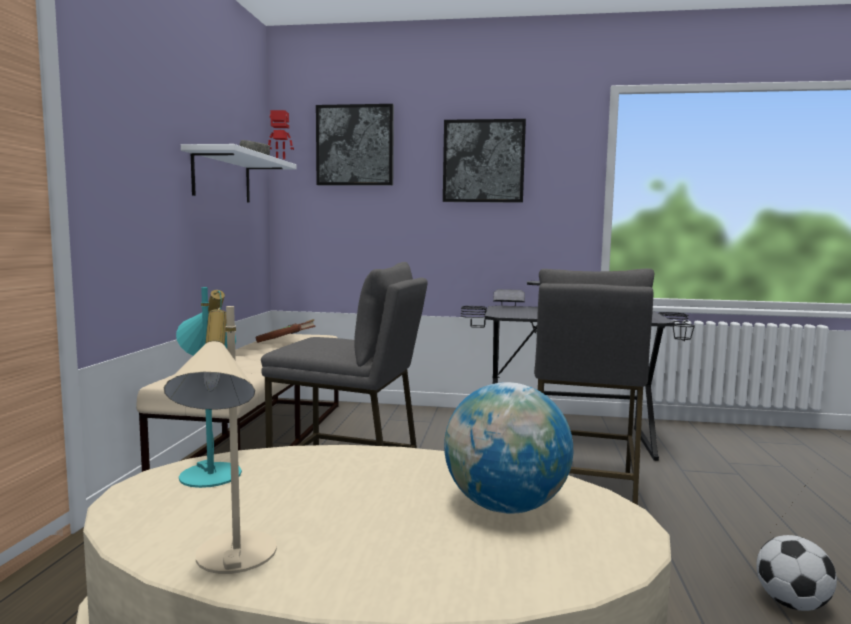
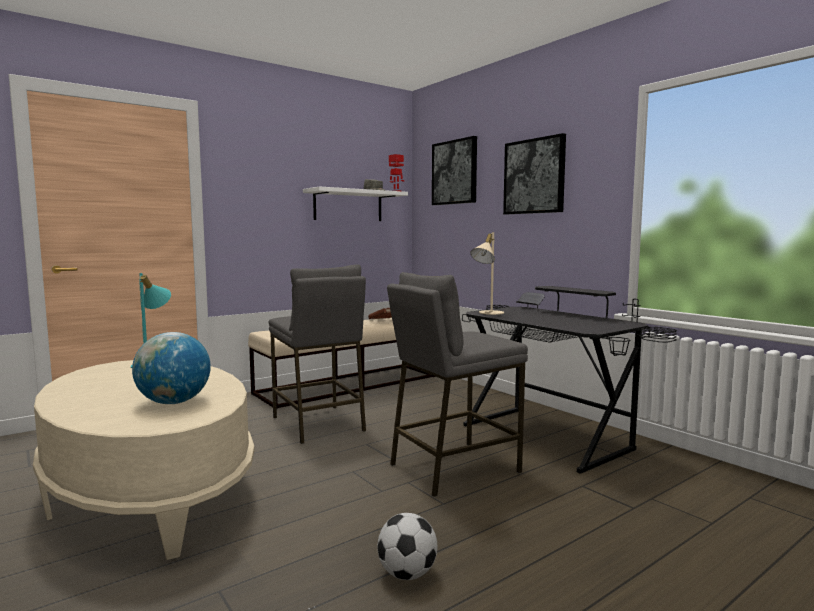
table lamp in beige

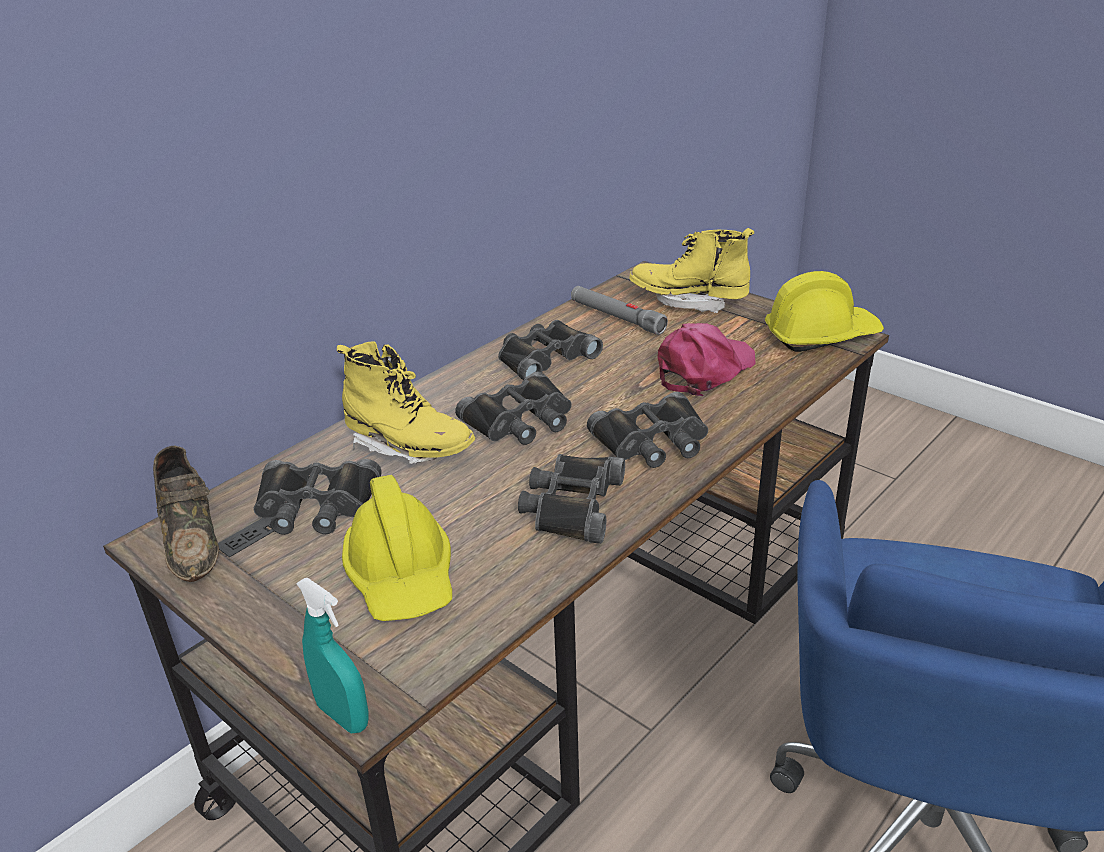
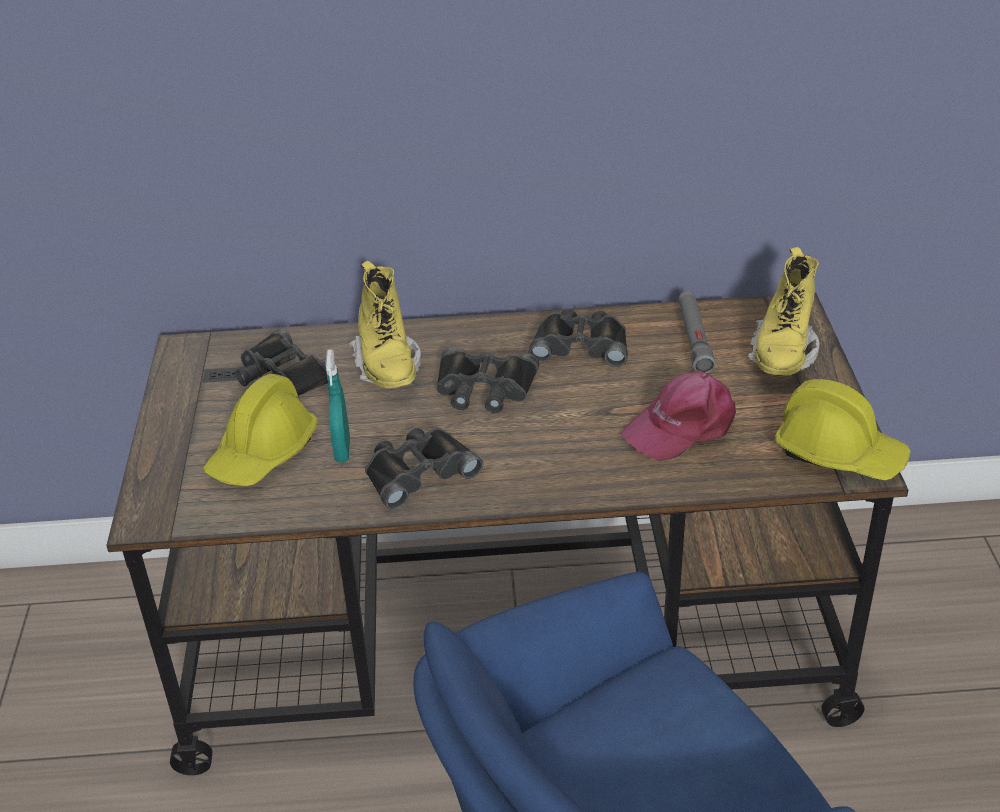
shoe in brown; spray bottle in turquoise; binoculars in black (5th from left in the first image); boot in yellow (2nd from left); cap in pink

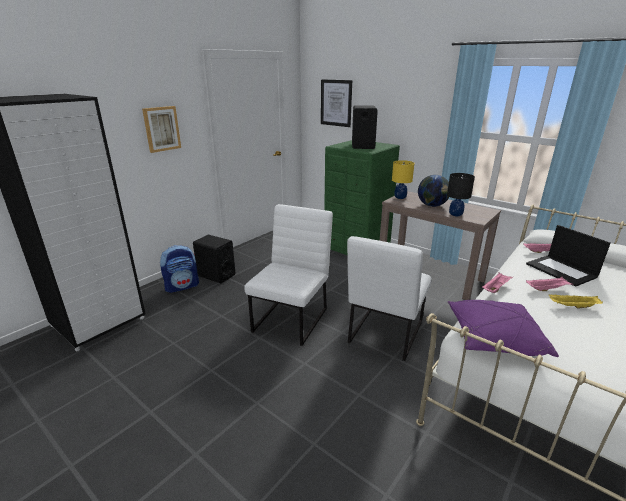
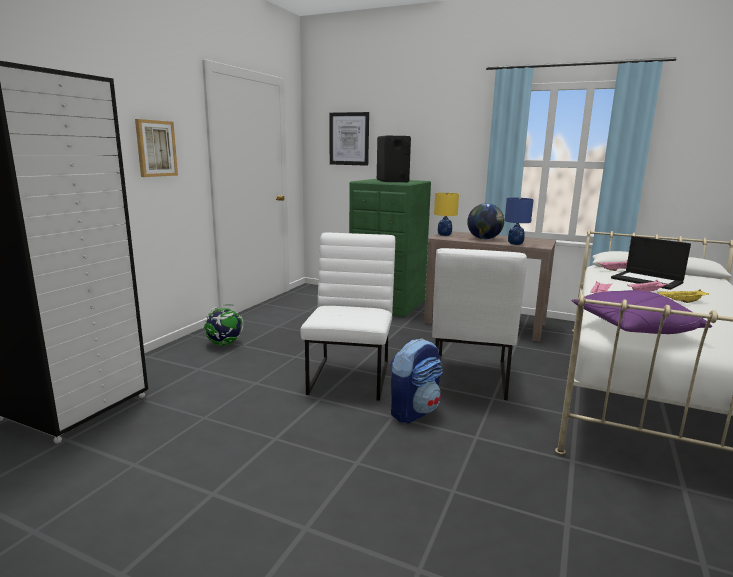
backpack; globe (1st from left); table lamp in blue

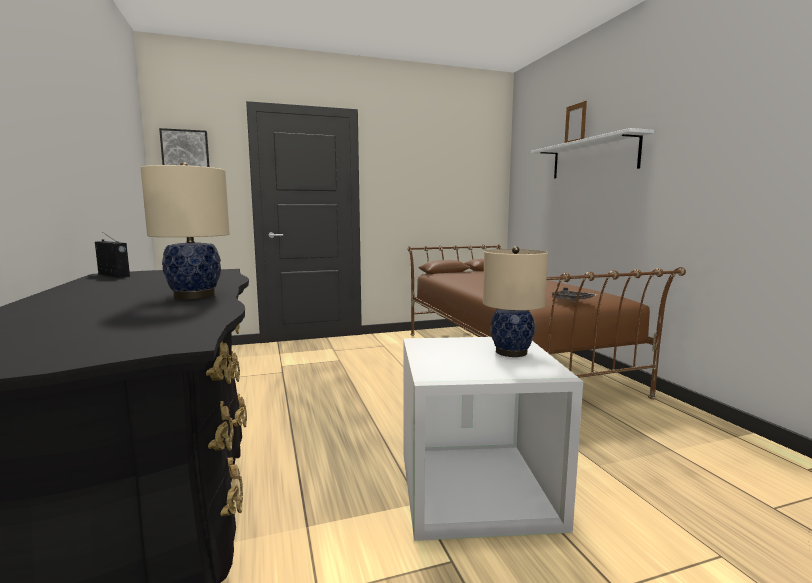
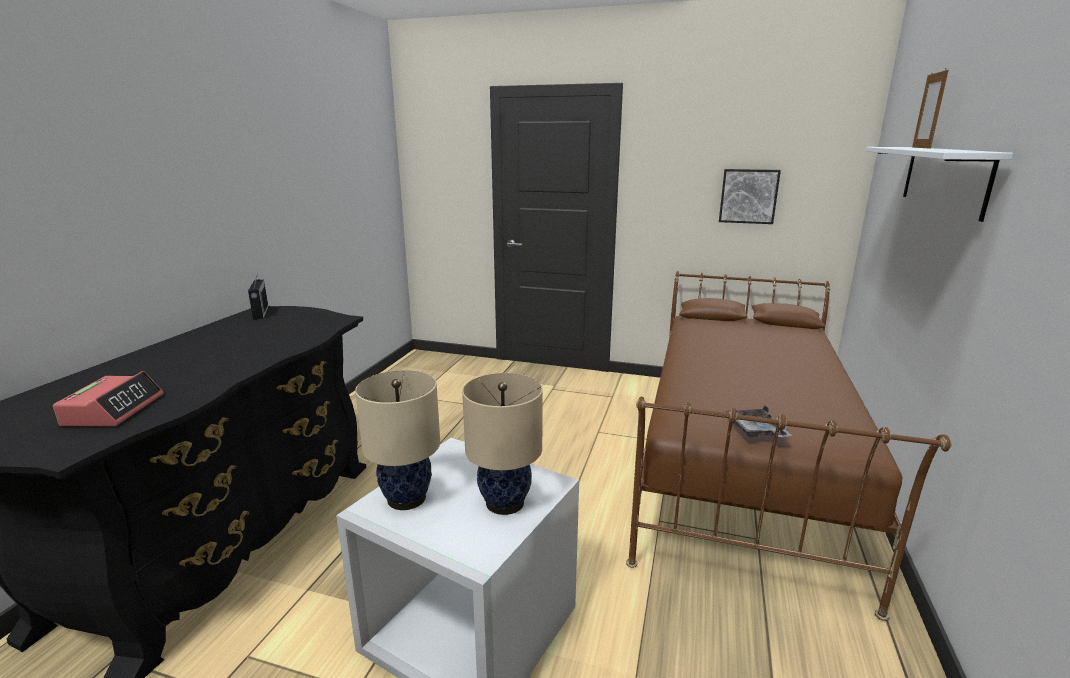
table lamp in beige (1st from left); picture; alarm clock

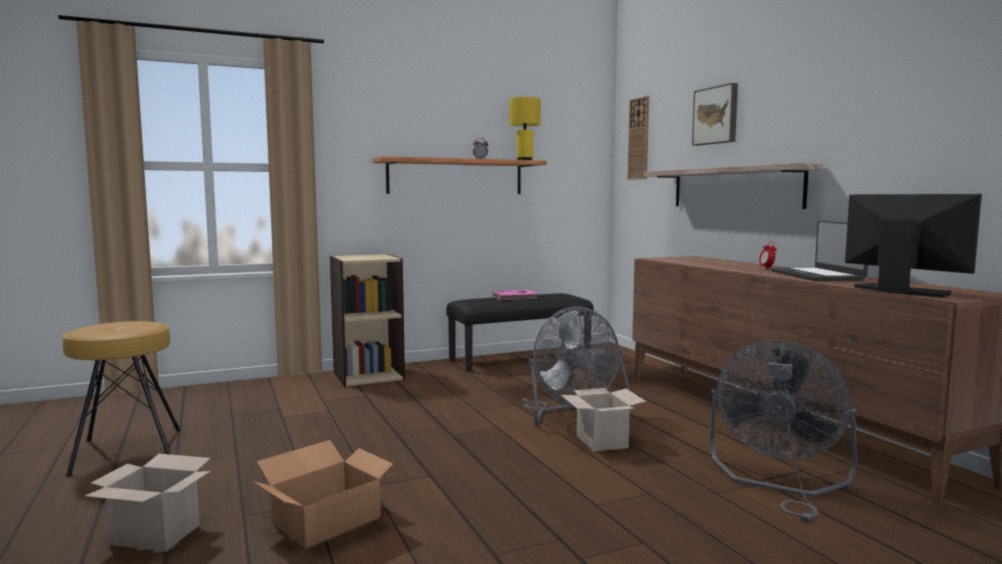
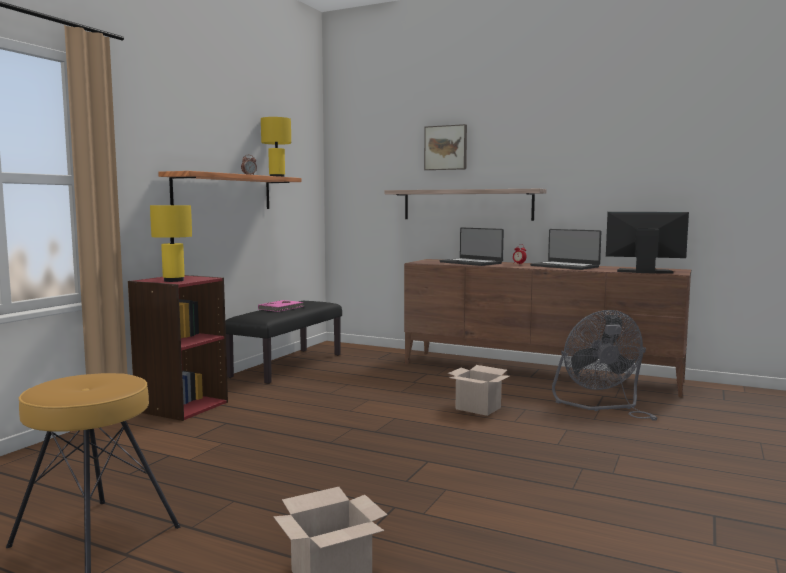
cardboard box (2nd from left in the first image); bookcase in red; fan in grey (1st from left in the first image); wall clock; table lamp in yellow (1st from left); laptop (1st from left)

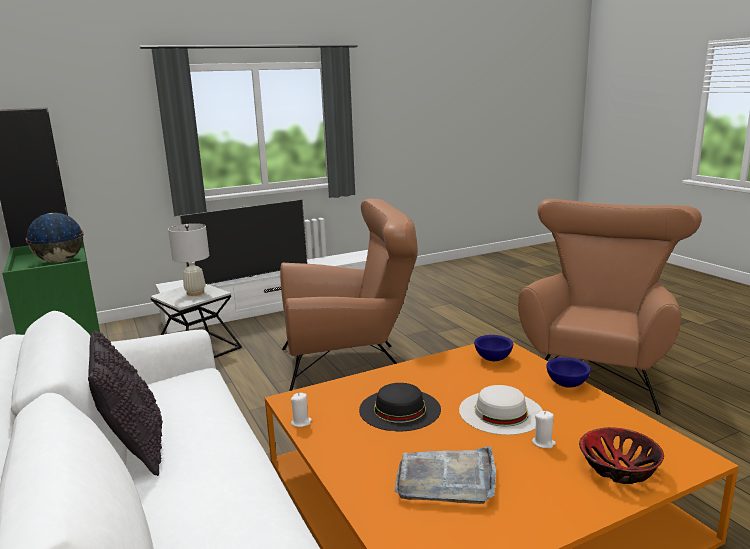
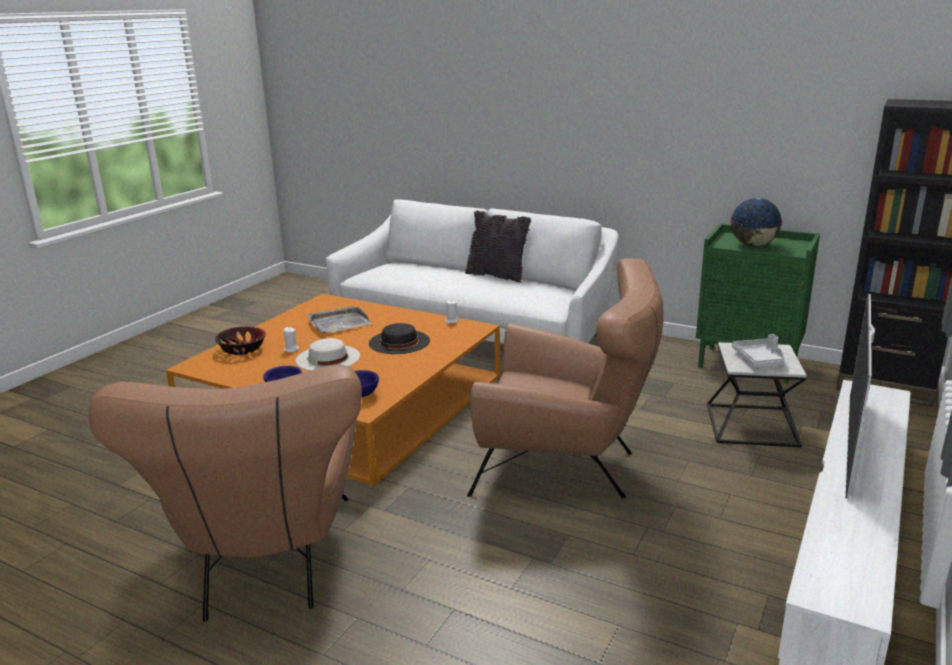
tray in grey (2nd from left); armchair in brown (2nd from left)

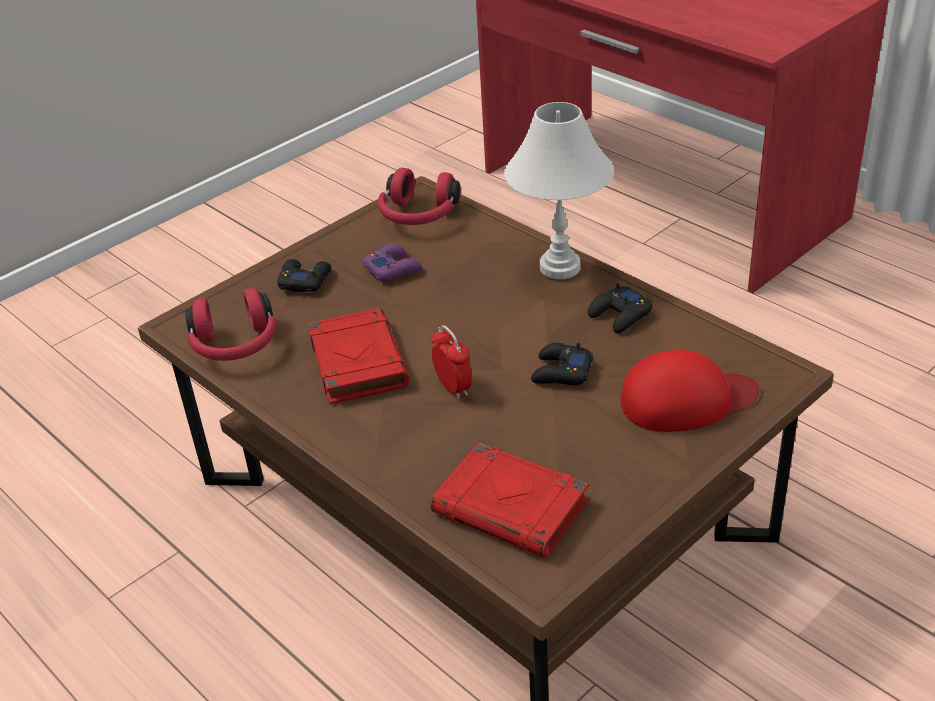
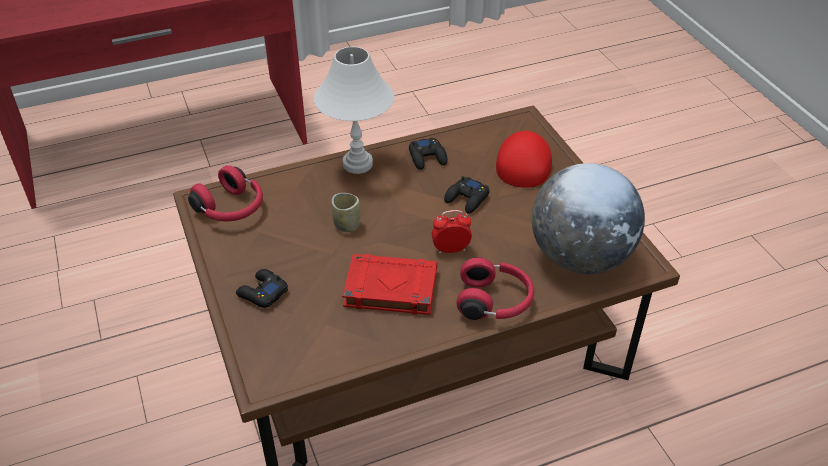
headphones in red (2nd from left); game controller in purple; globe; cup

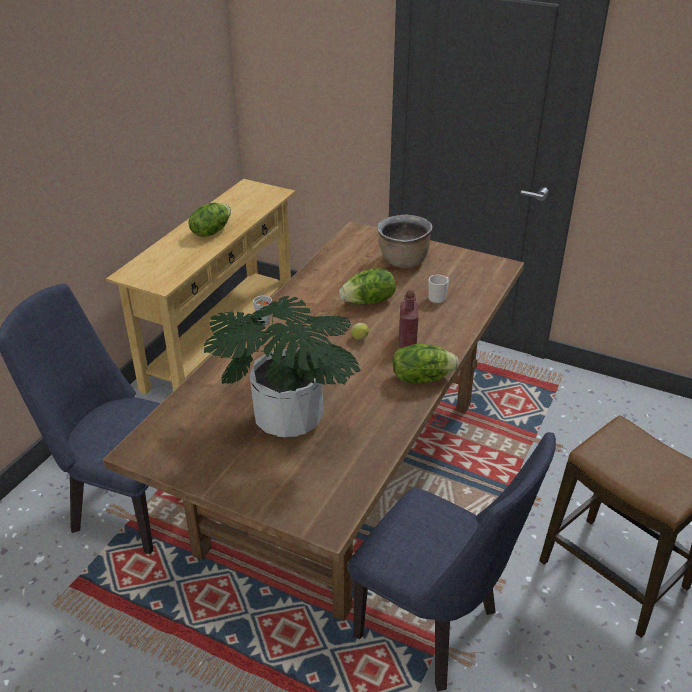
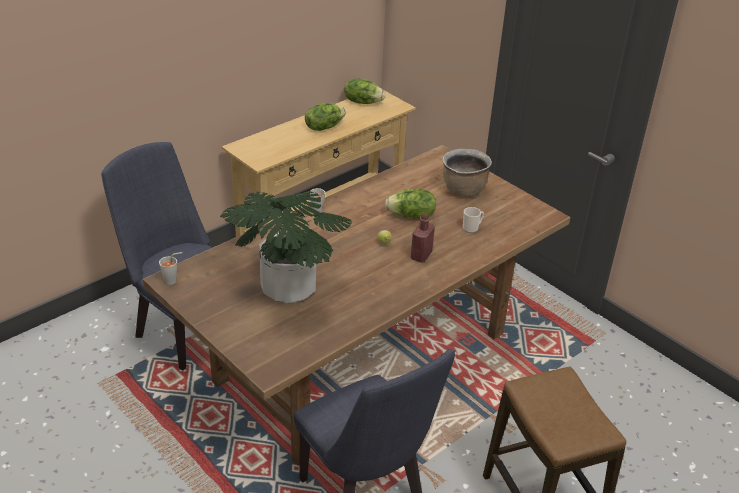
lettuce (2nd from left); cup in grey (1st from left)

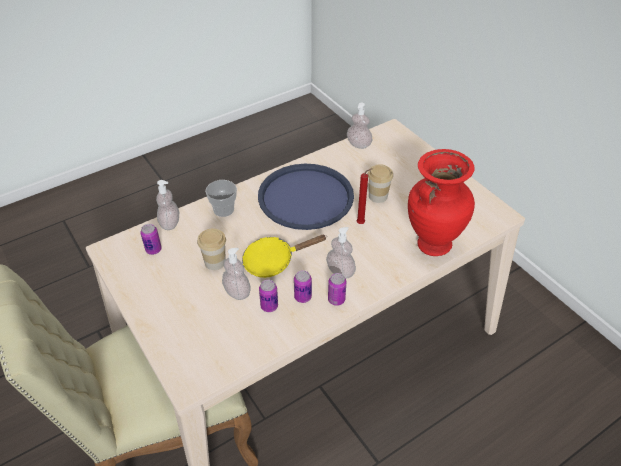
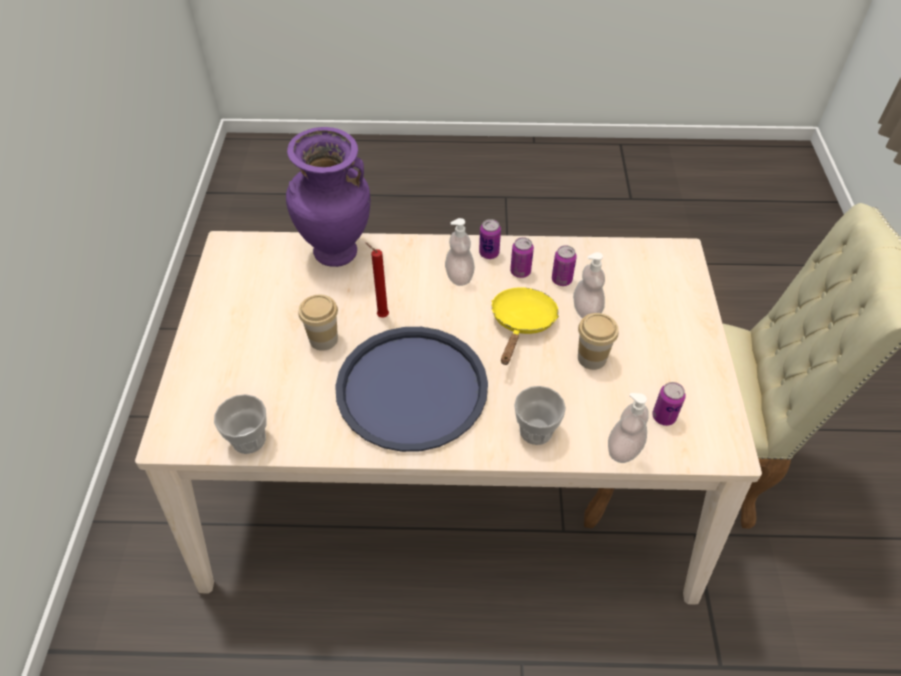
frying pan in yellow; cup (1st from left); vase in purple

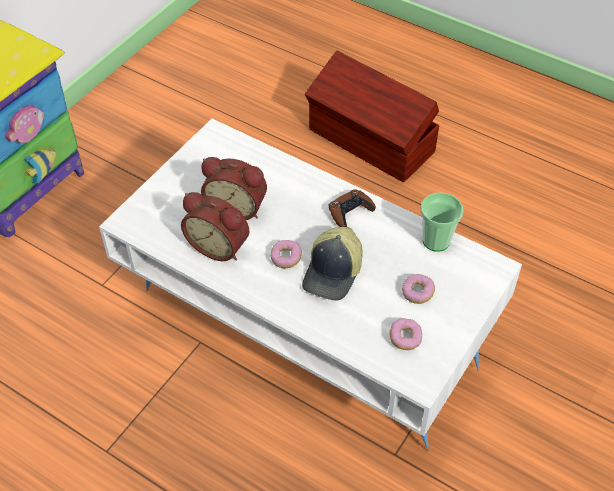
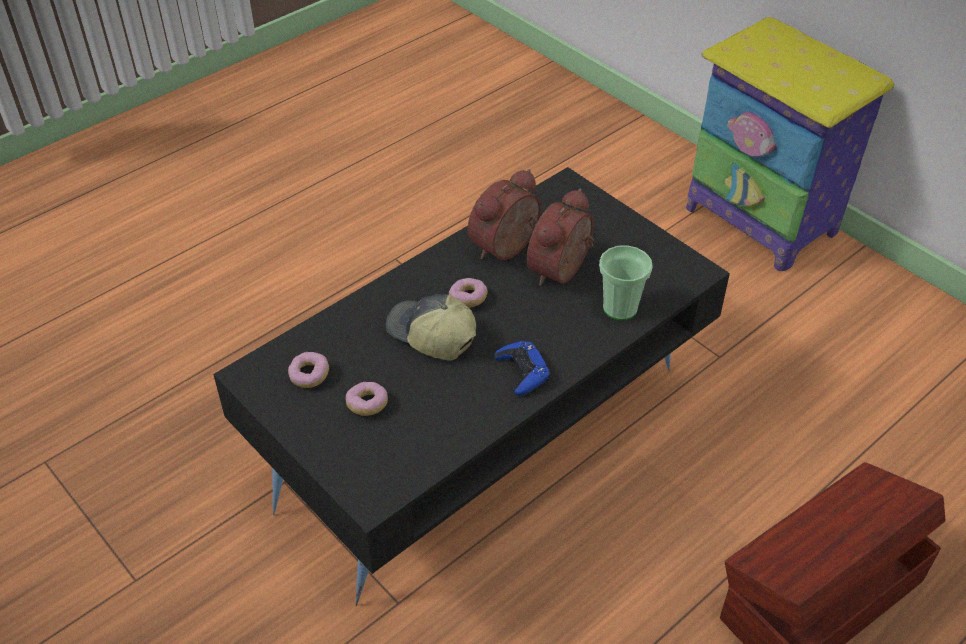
coffee table in black; game controller in blue; cup

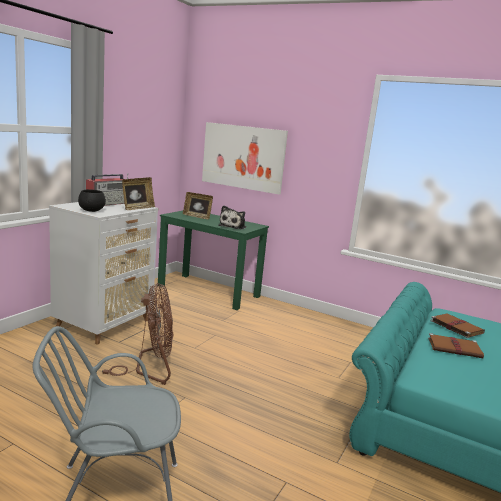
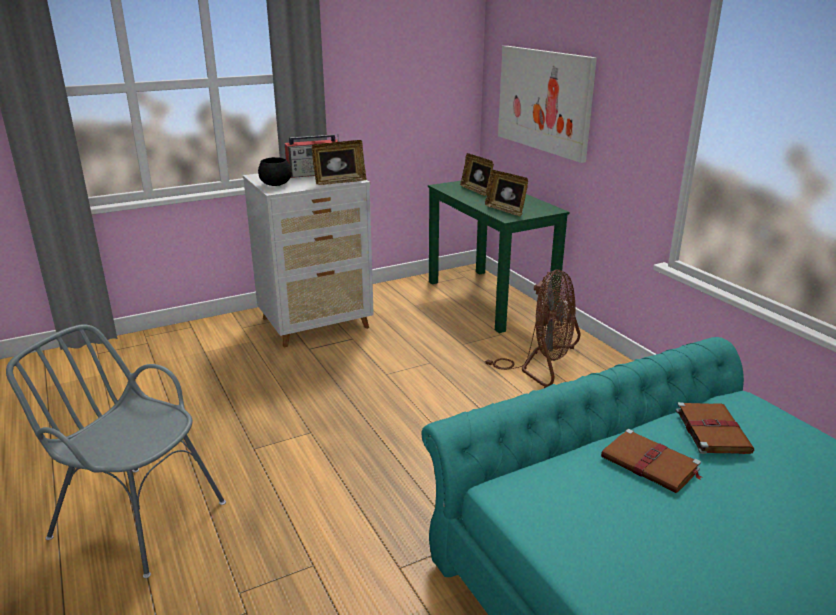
fan in brown; picture frame (3rd from left)

